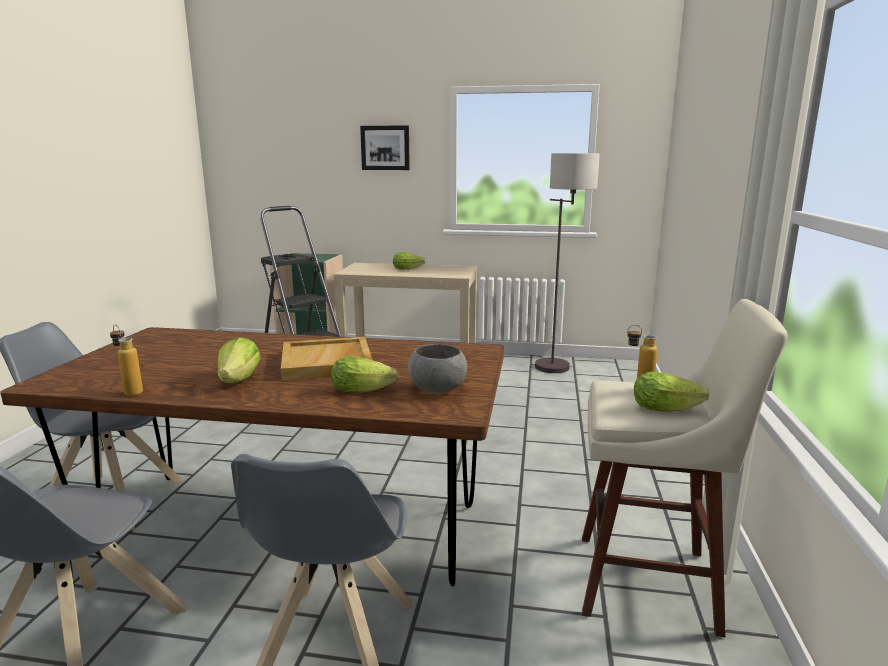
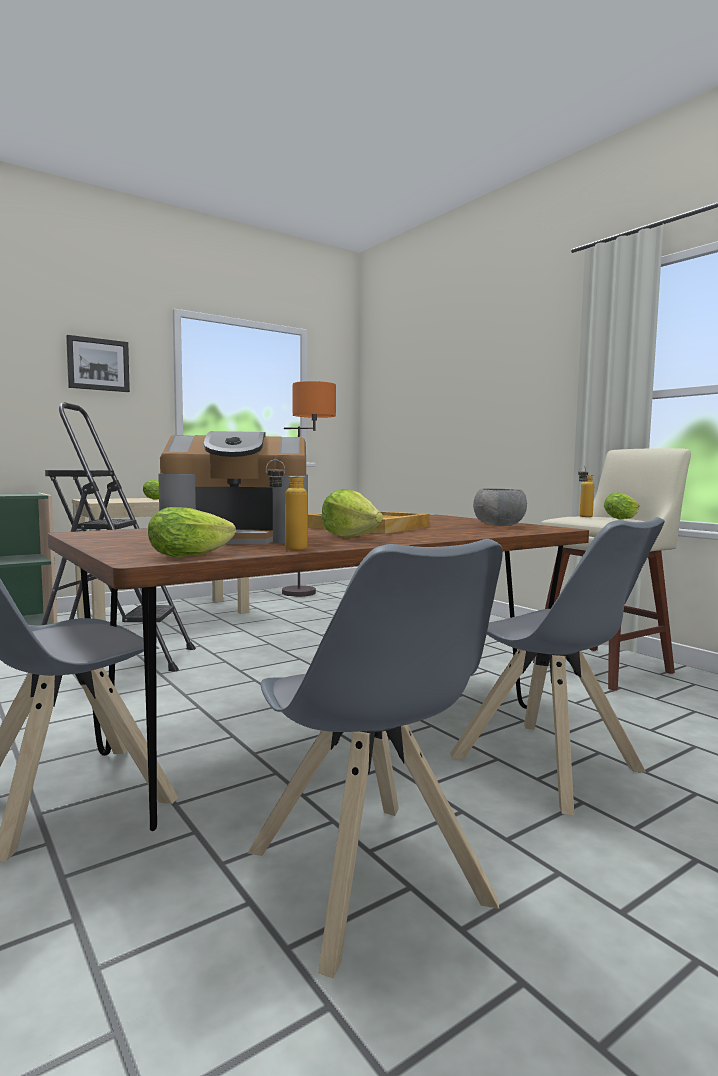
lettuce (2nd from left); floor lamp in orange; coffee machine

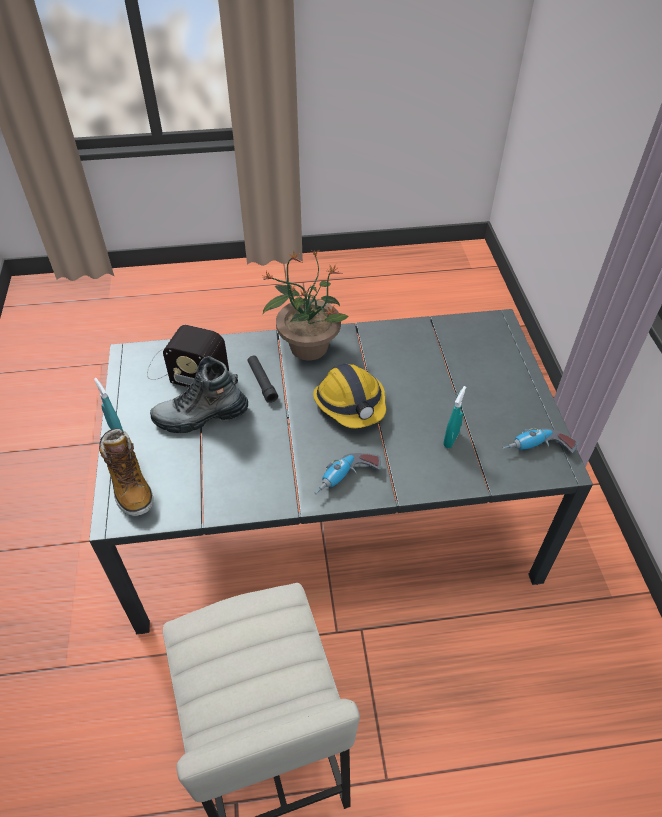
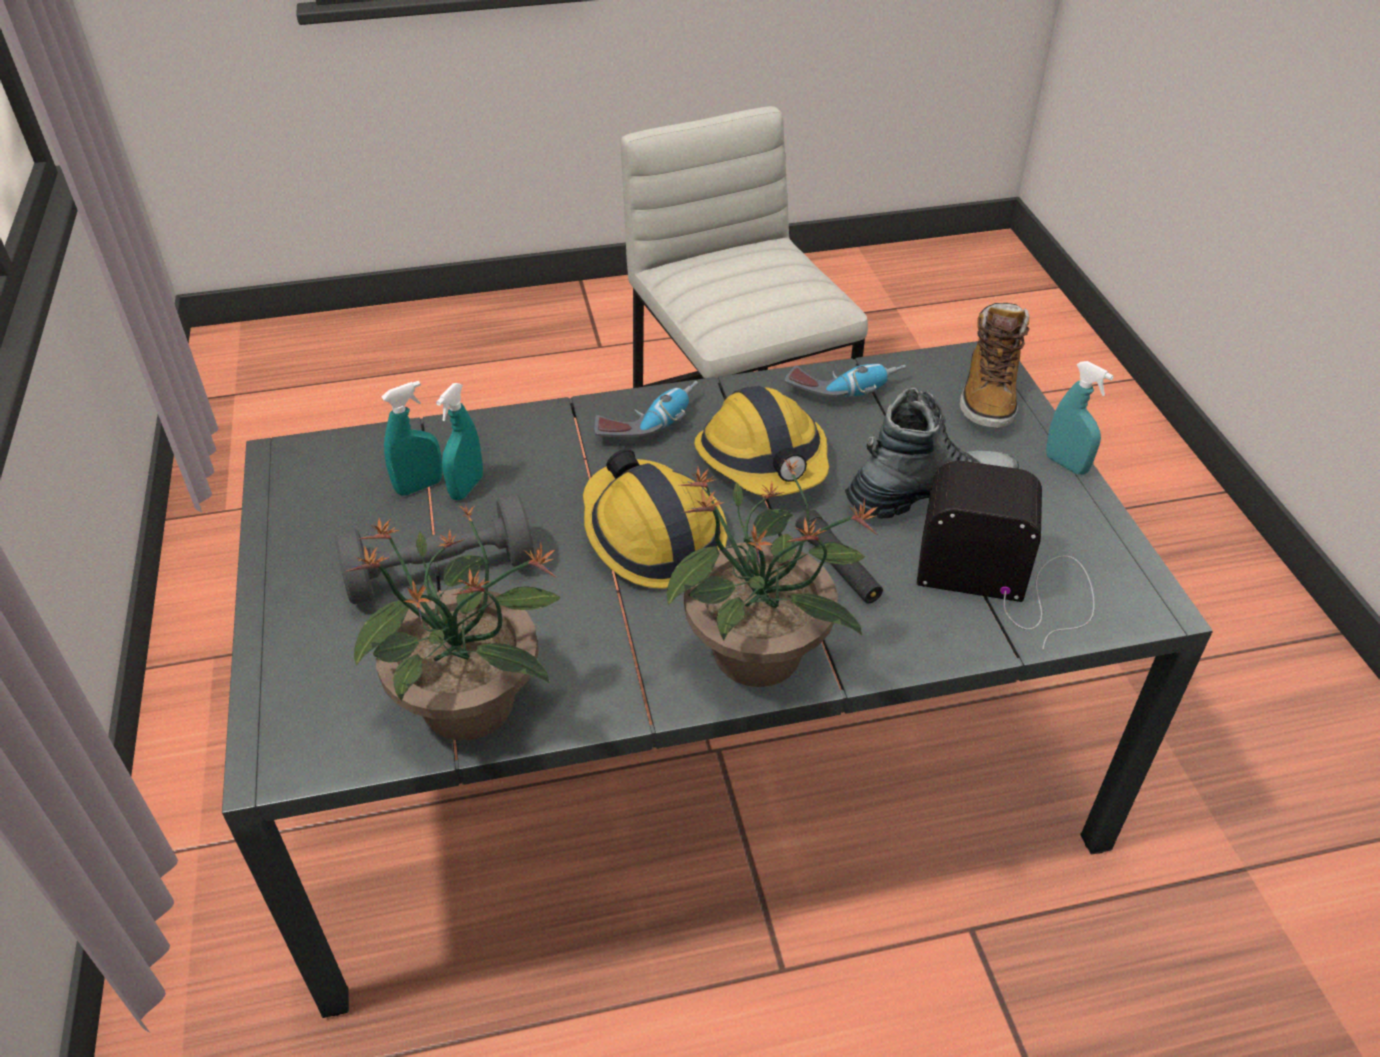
boot (2nd from left); power drill (2nd from left); dumbbell in grey; potted plant (1st from left); spray bottle in turquoise (1st from left); hard hat (2nd from left)

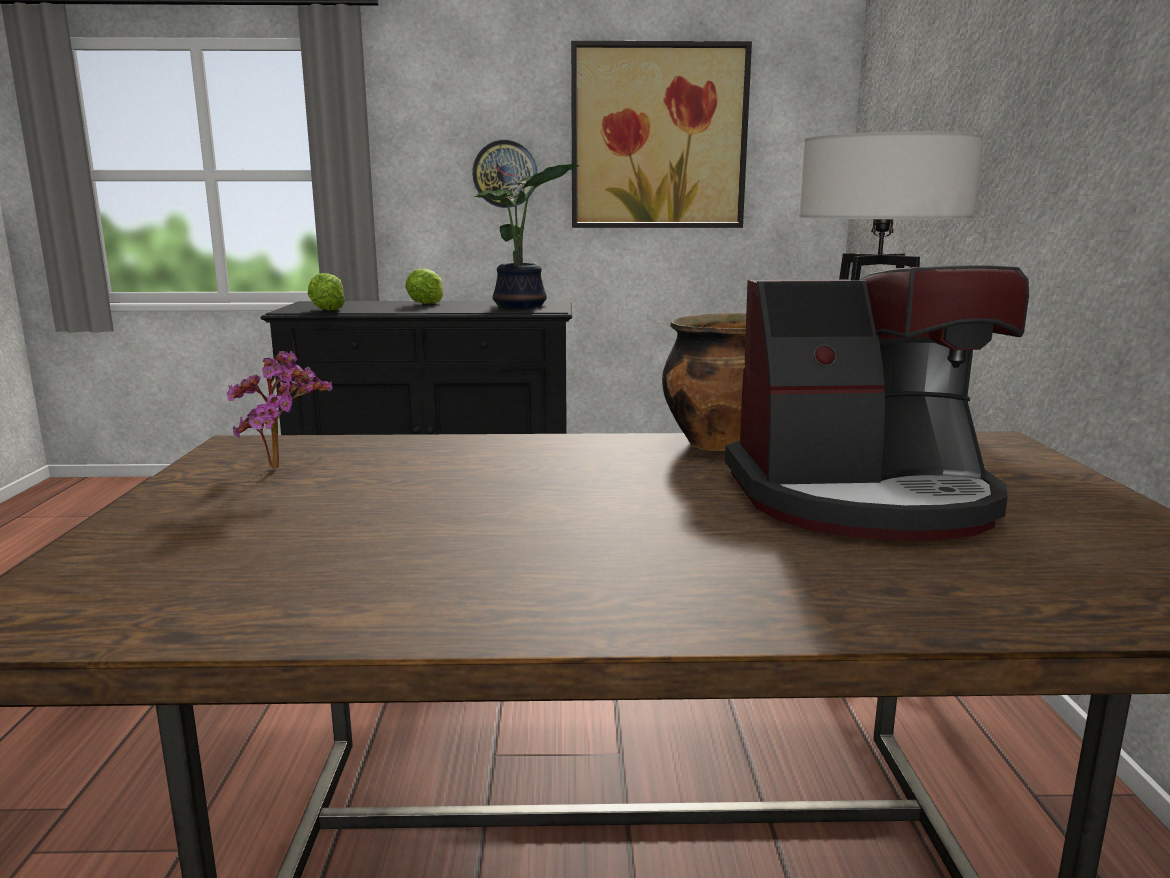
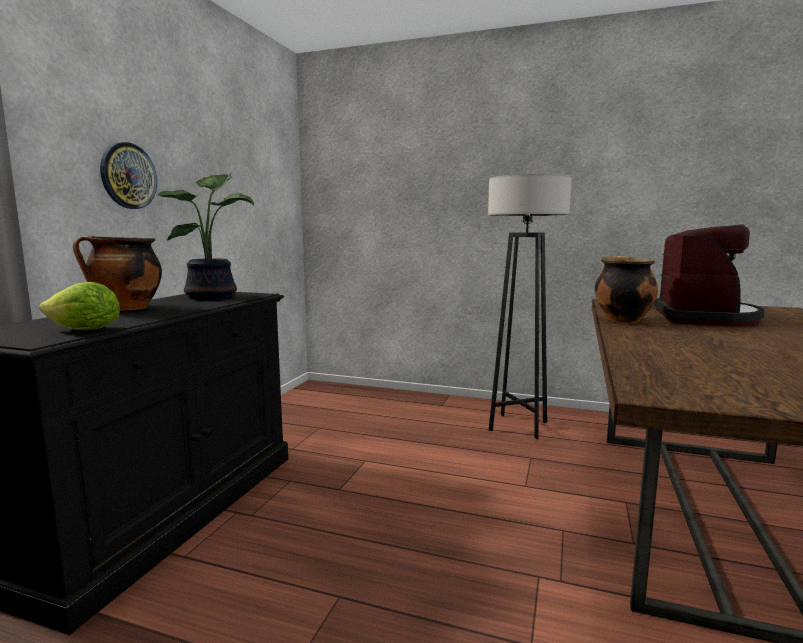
potted plant (1st from left in the first image); cooking pot (1st from left); picture

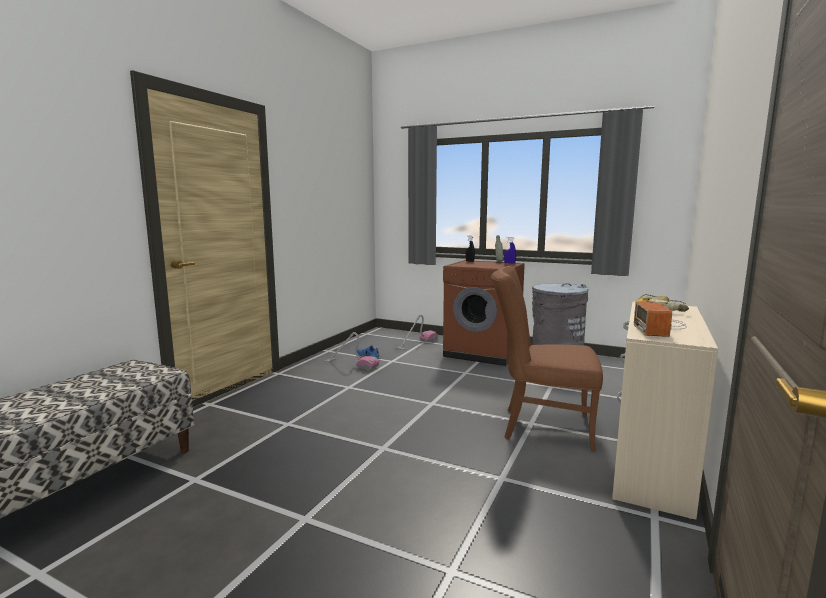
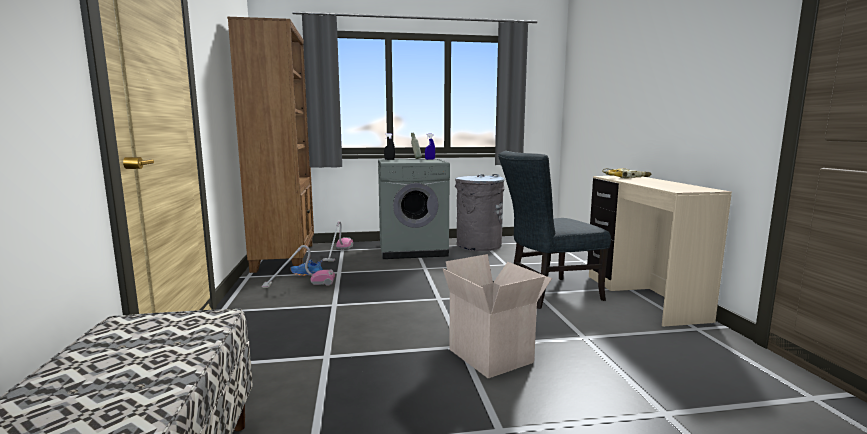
washing machine in grey; chair in grey; radio; bookcase in brown; cardboard box

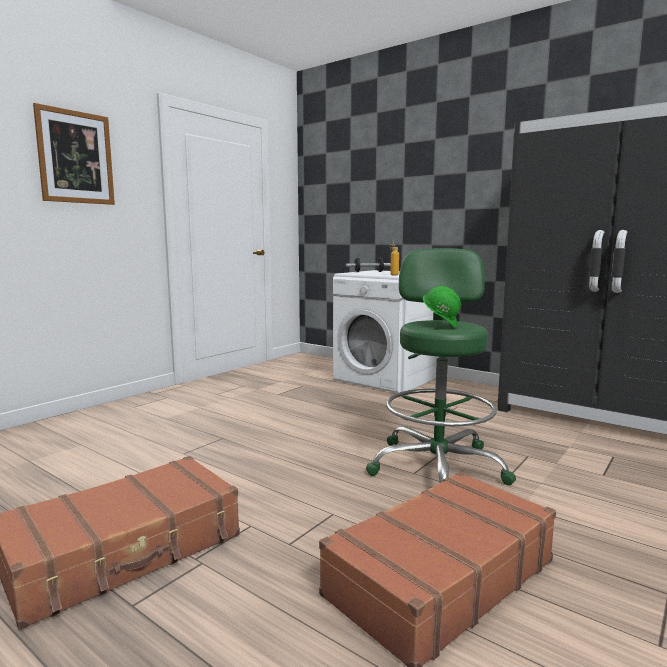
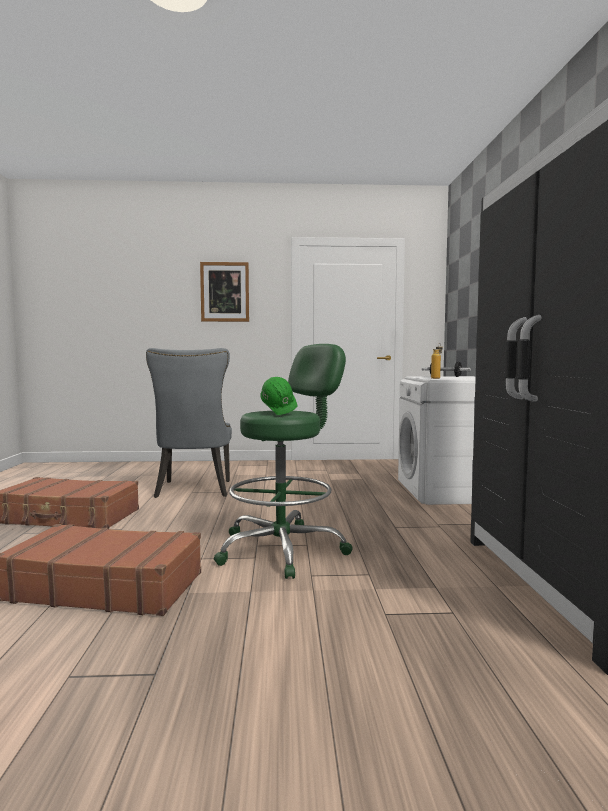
chair in grey

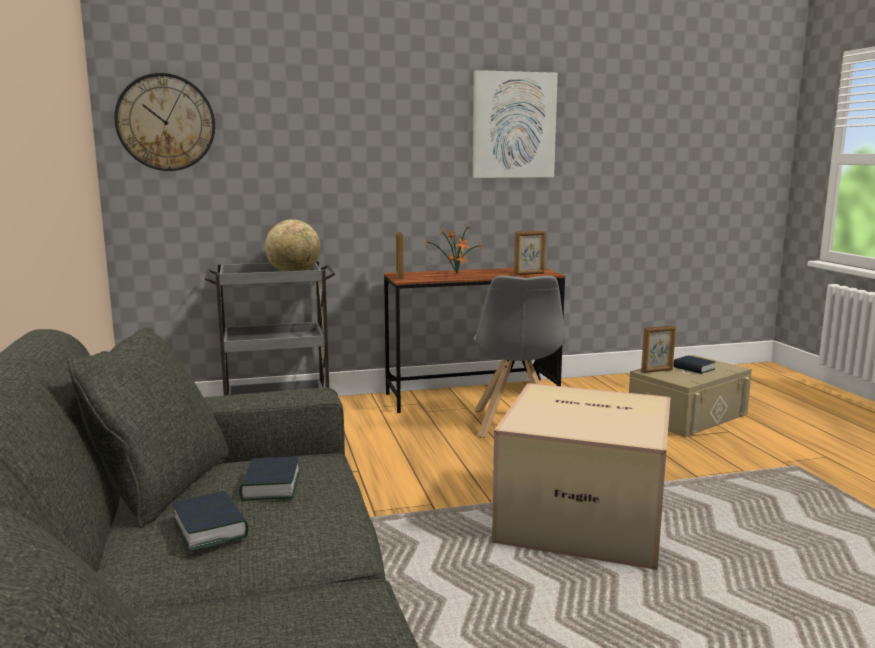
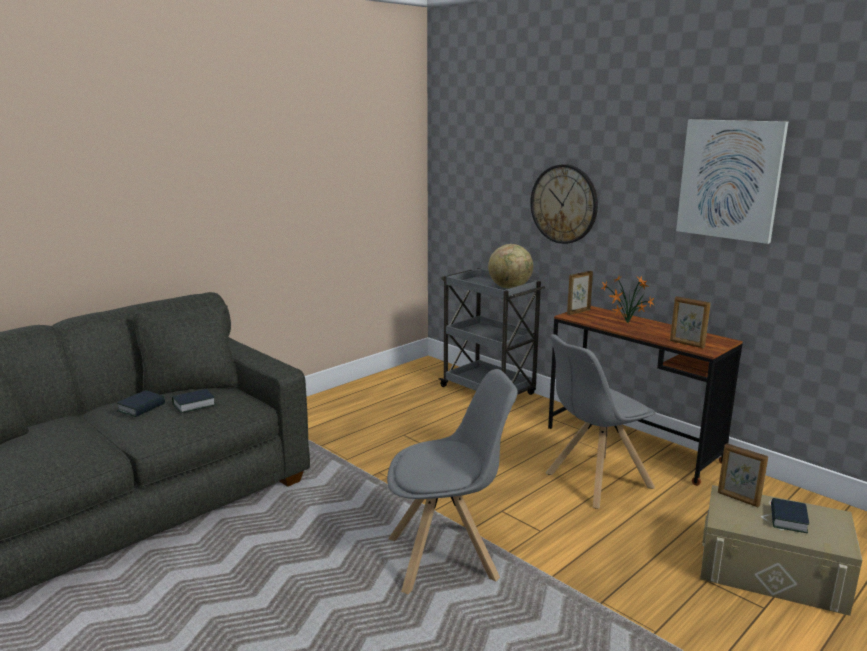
wall clock; chair in grey (1st from left)

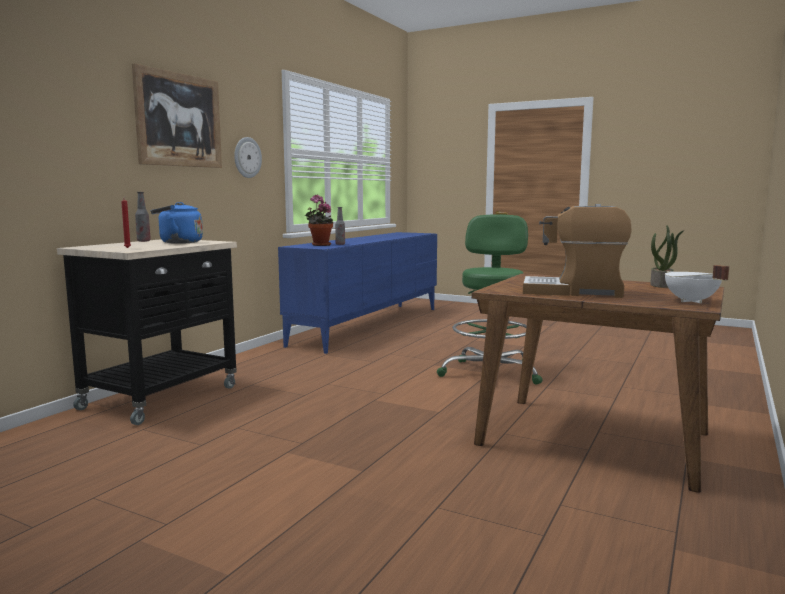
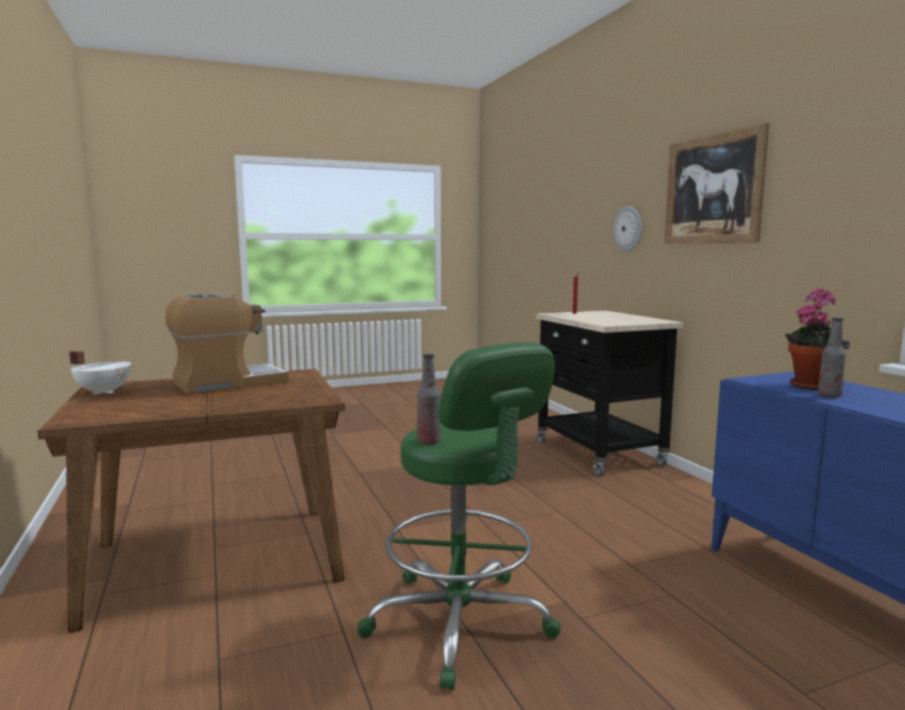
bottle (1st from left); kettle in blue; wall clock; potted plant (2nd from left in the first image)

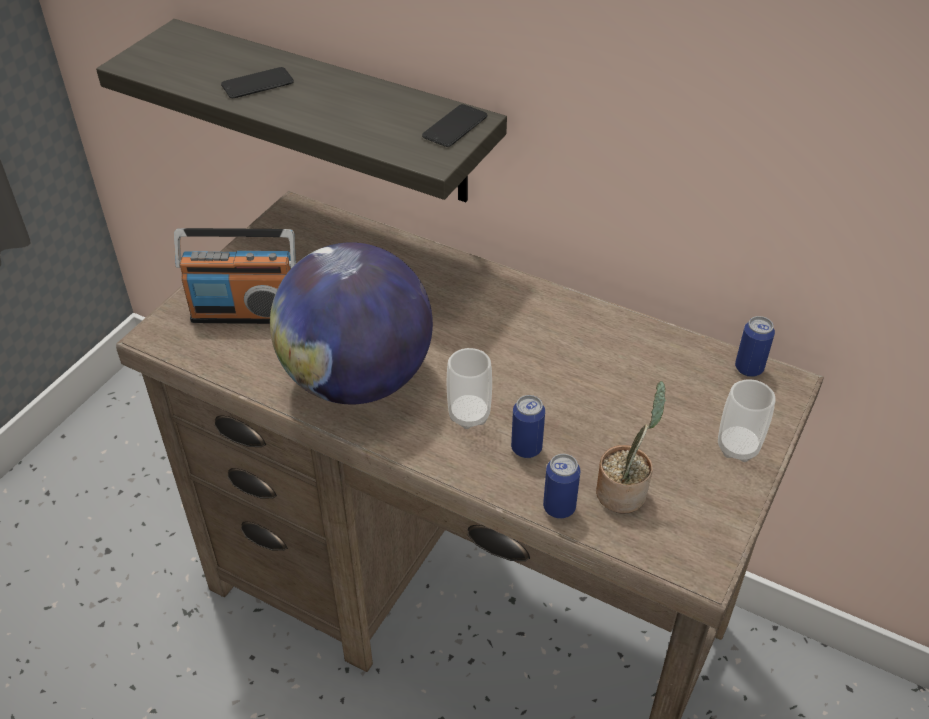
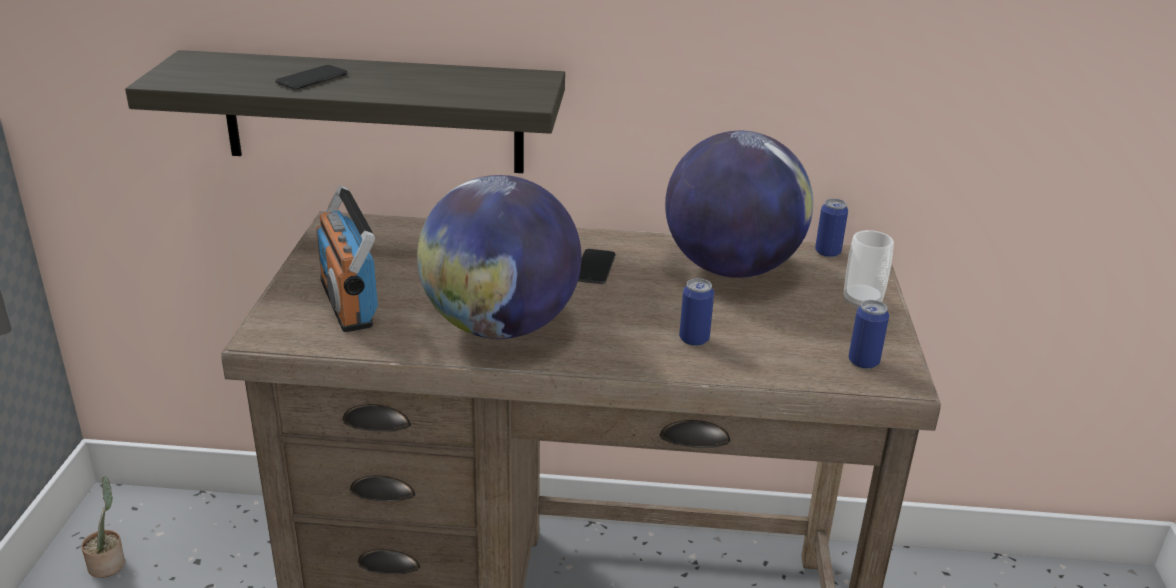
radio; phone (2nd from left); cup (1st from left in the first image); can (3rd from left); potted plant; globe (2nd from left)

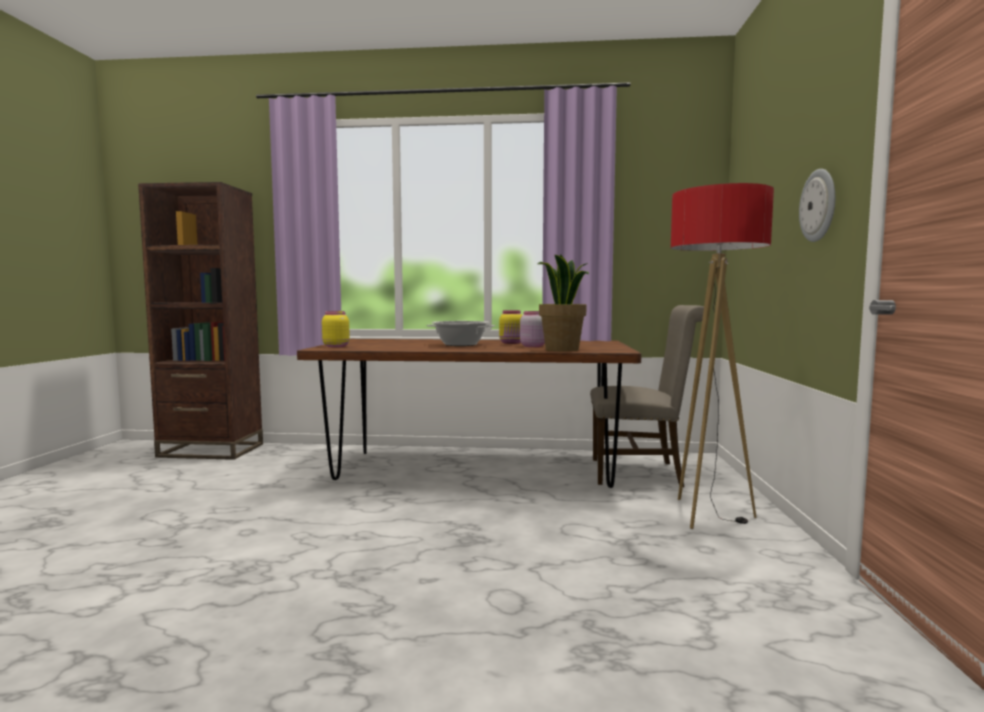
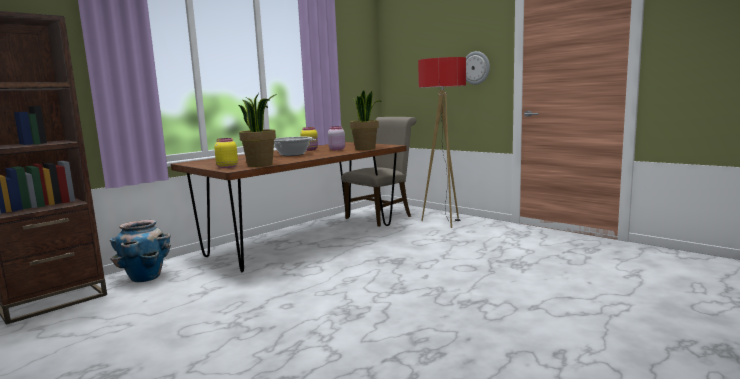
planter; potted plant (1st from left)

